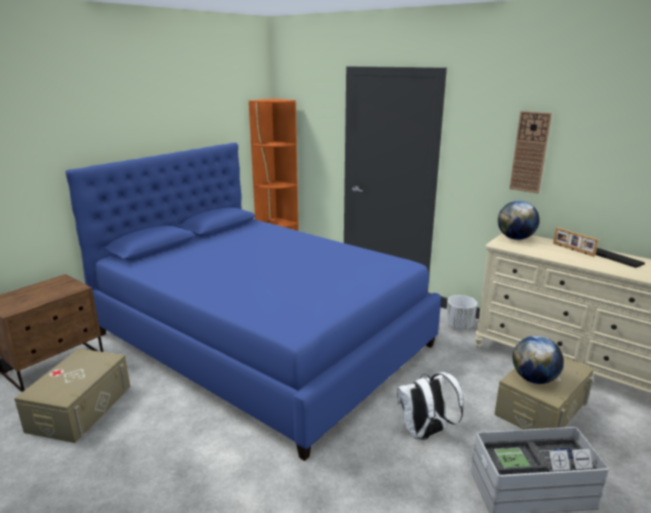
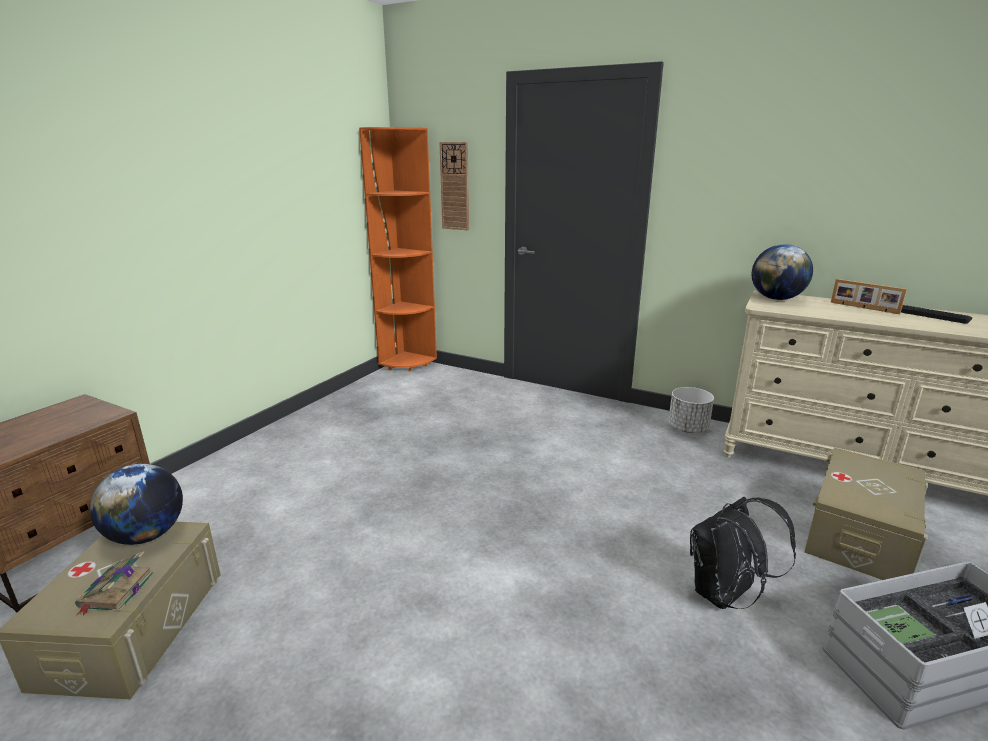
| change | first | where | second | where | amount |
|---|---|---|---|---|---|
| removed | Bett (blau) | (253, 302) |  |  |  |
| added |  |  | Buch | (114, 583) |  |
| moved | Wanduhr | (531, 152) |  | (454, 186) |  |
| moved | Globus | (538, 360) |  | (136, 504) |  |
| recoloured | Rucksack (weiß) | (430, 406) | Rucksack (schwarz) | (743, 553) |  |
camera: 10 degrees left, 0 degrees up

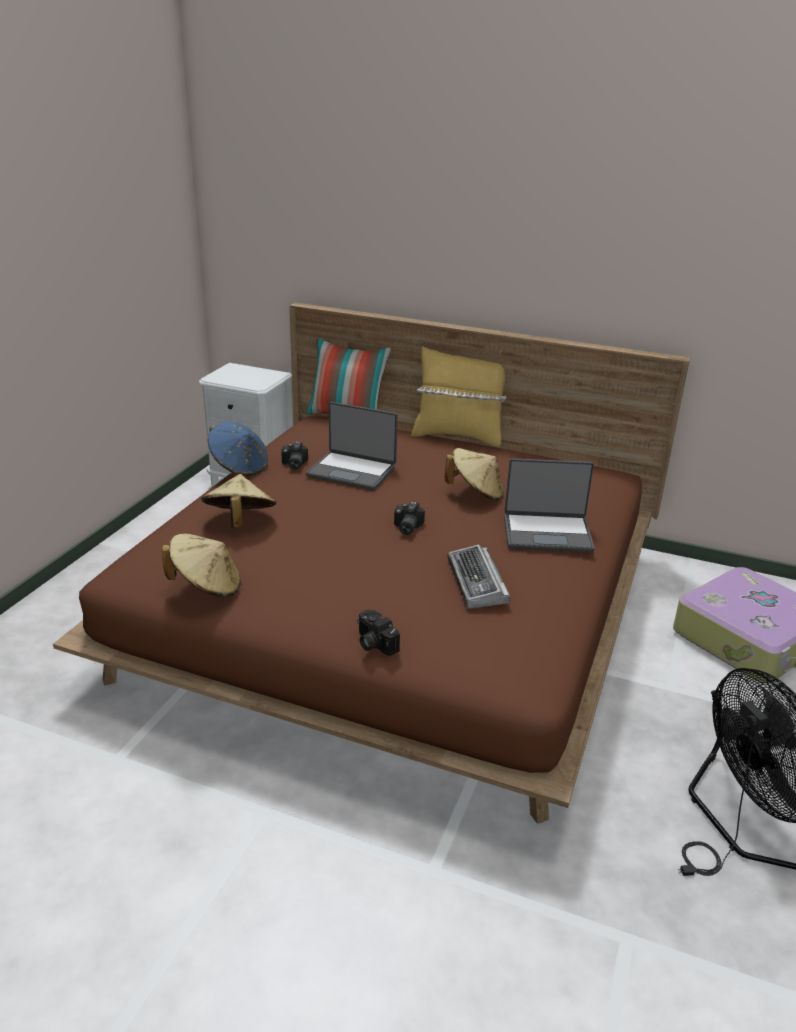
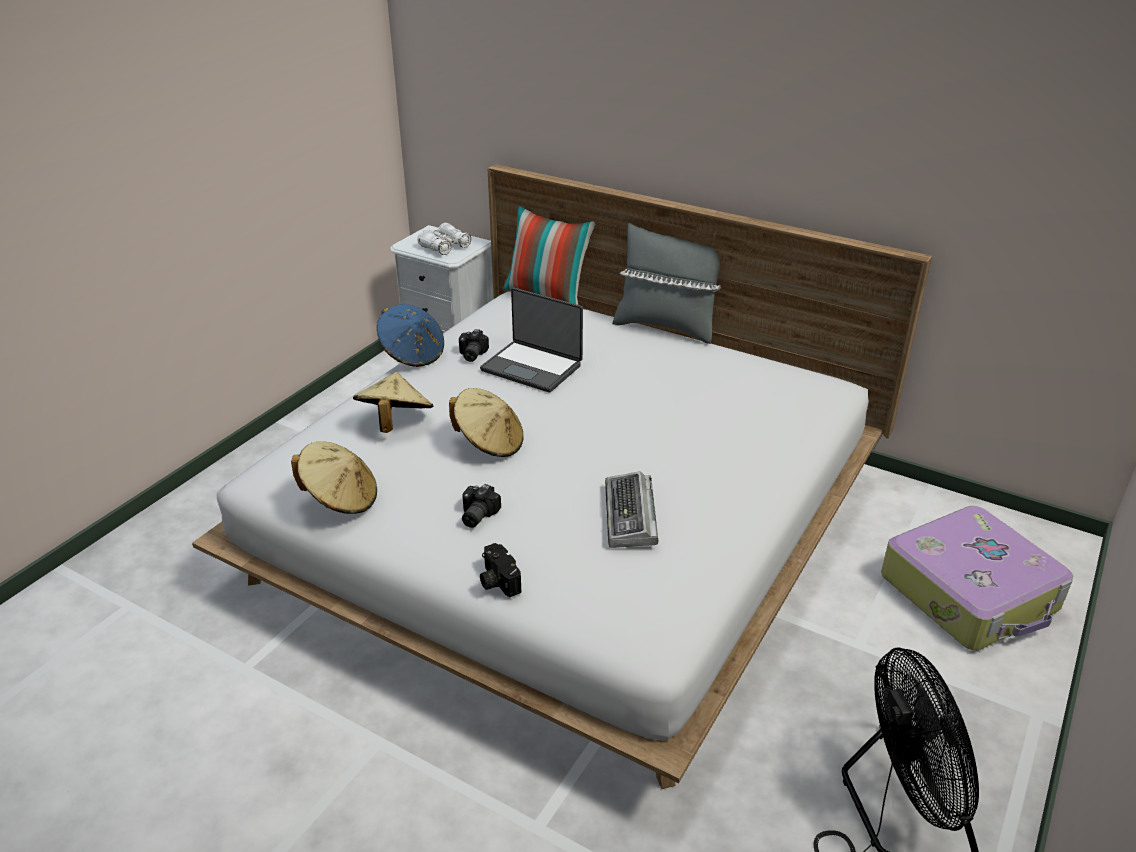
| change | first | where | second | where | amount |
|---|---|---|---|---|---|
| removed | Laptop | (549, 505) |  |  |  |
| added |  |  | Fernglas (weiß) | (444, 239) |  |
| moved | Kamera | (409, 518) |  | (481, 506) |  |
| moved | Hut (beige) | (474, 474) |  | (486, 422) |  |
| recoloured | Bett (braun) | (371, 563) | Bett (weiß) | (562, 476) |  |
| recoloured | Kissen (gelb) | (459, 397) | Kissen (grau) | (666, 283) |  |
camera: 10 degrees right, 5 degrees up

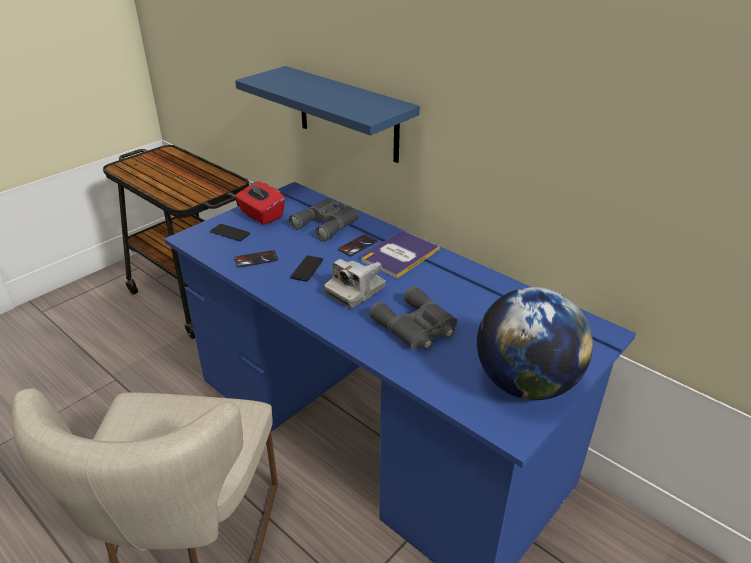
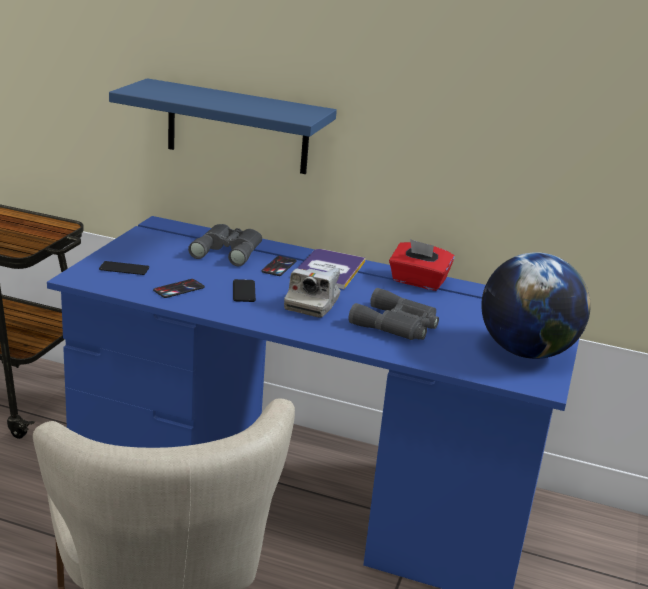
| change | first | where | second | where | amount |
|---|---|---|---|---|---|
| moved | Taschentuchbox (rot) | (260, 203) |  | (422, 265) |  |
camera: 25 degrees left, 10 degrees down

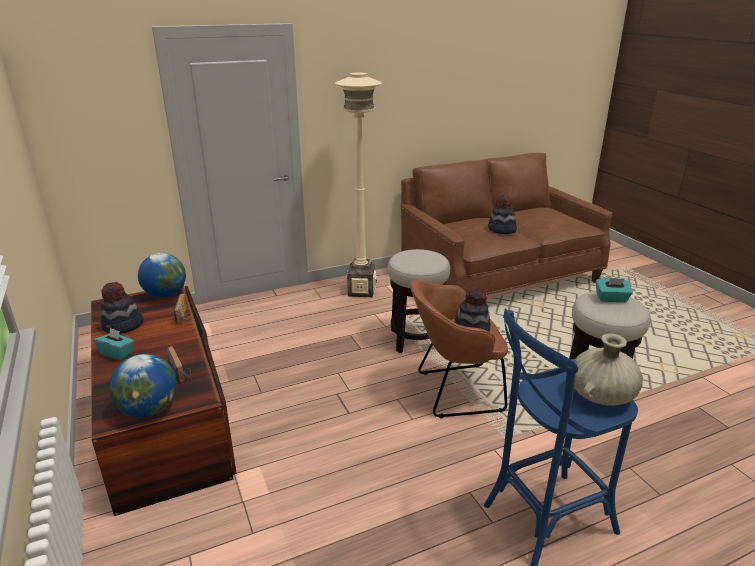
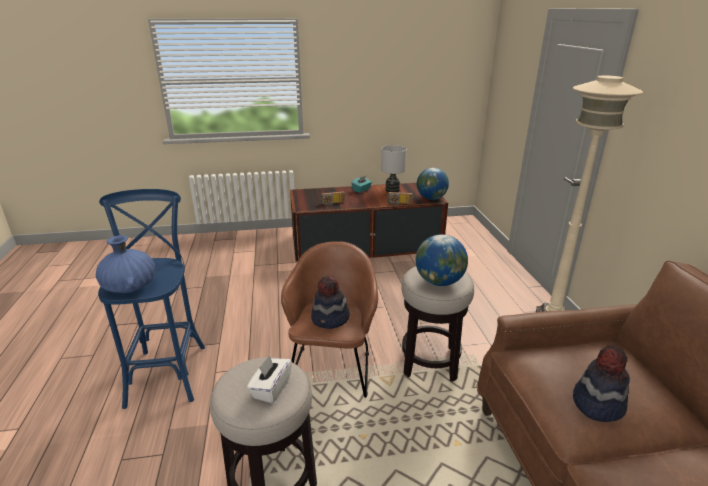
| change | first | where | second | where | amount |
|---|---|---|---|---|---|
| moved | Globus | (143, 386) |  | (442, 260) |  |
| replaced | Hut | (122, 308) | Tischlampe (grau) | (394, 168) |  |
| recoloured | Vase (beige) | (608, 369) | Vase (blau) | (125, 264) |  |
| recoloured | Taschentuchbox (türkis) | (614, 290) | Taschentuchbox (weiß) | (269, 379) |  |
camera: 105 degrees right, 0 degrees up

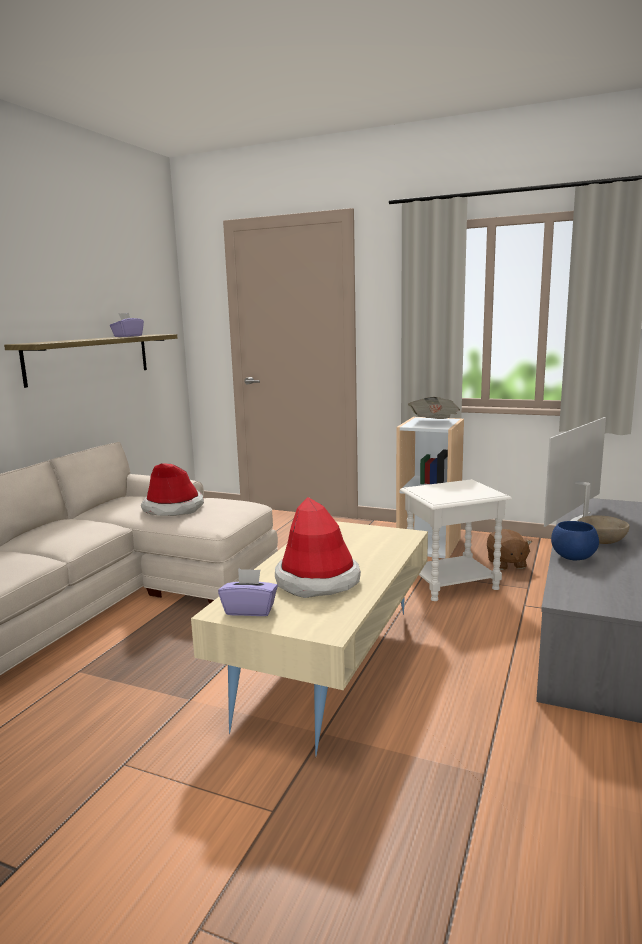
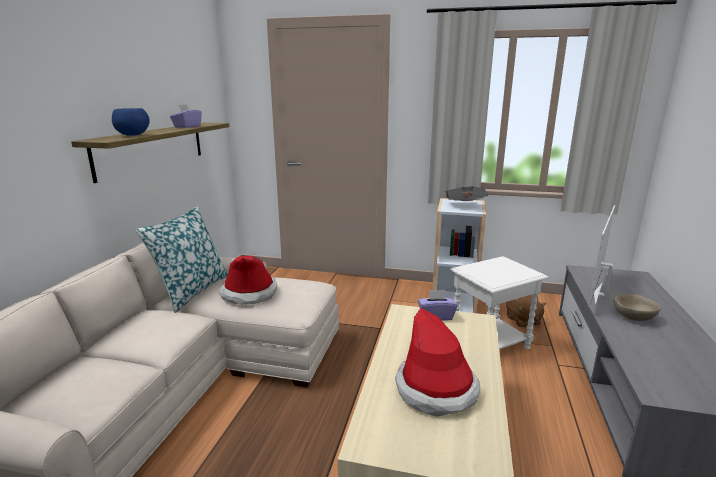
| change | first | where | second | where | amount |
|---|---|---|---|---|---|
| added |  |  | Kissen | (181, 259) |  |
| moved | Taschentuchbox (lila) | (248, 592) |  | (438, 305) |  |
| moved | Schüssel (blau) | (575, 540) |  | (130, 122) |  |
camera: 10 degrees left, 5 degrees up

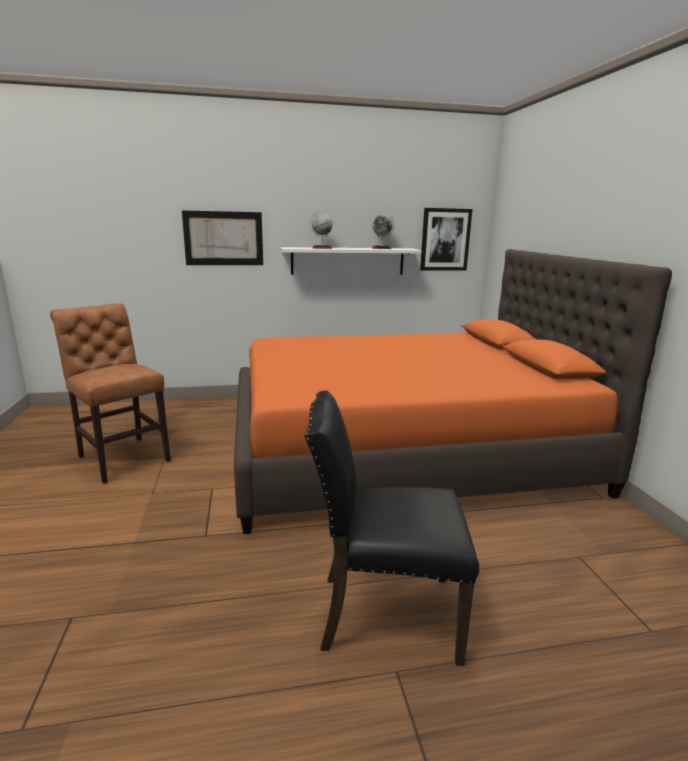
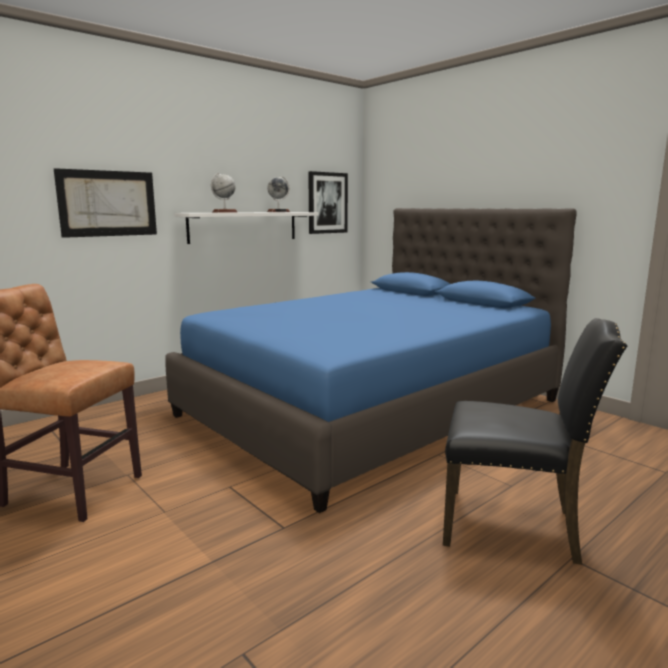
| change | first | where | second | where | amount |
|---|---|---|---|---|---|
| recoloured | Bett (orange) | (453, 391) | Bett (blau) | (371, 360) |  |
| turned | Stuhl (schwarz) | (391, 528) |  | (535, 441) | 135 degrees counterclockwise |
camera: 30 degrees left, 5 degrees down

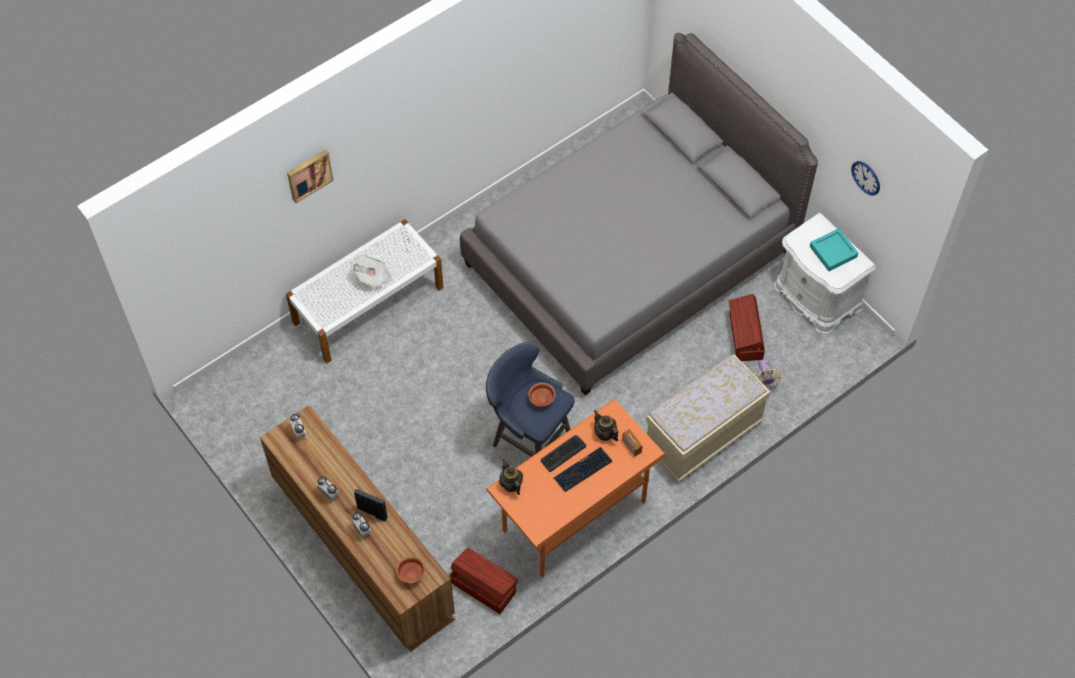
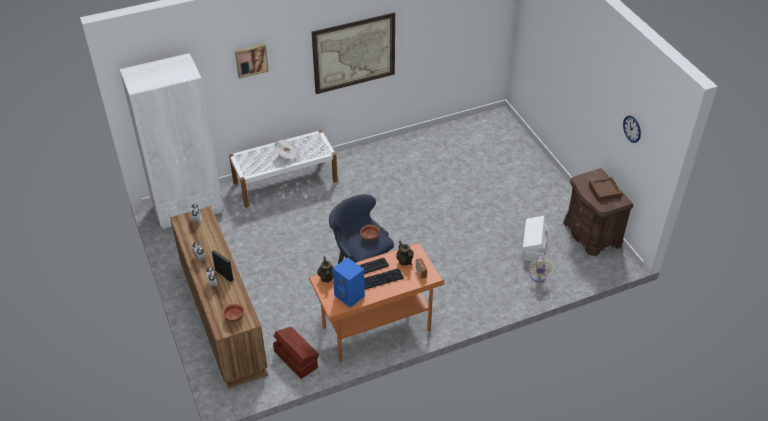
| change | first | where | second | where | amount |
|---|---|---|---|---|---|
| removed | Bett (grau) | (639, 214) |  |  |  |
| removed | Bank (beige) | (708, 418) |  |  |  |
| added |  |  | Kleiderschrank (weiß) | (172, 141) |  |
| added |  |  | Bild | (353, 53) |  |
| added |  |  | Lautsprecher (blau) | (349, 282) |  |
| recoloured | Aufbewahrungsbox (braun) | (747, 327) | Aufbewahrungsbox (weiß) | (535, 239) |  |
| recoloured | Nachttisch (weiß) | (825, 273) | Nachttisch (braun) | (598, 212) |  |
| recoloured | Tablett (türkis) | (834, 249) | Tablett (braun) | (605, 189) |  |
camera: 15 degrees right, 15 degrees down

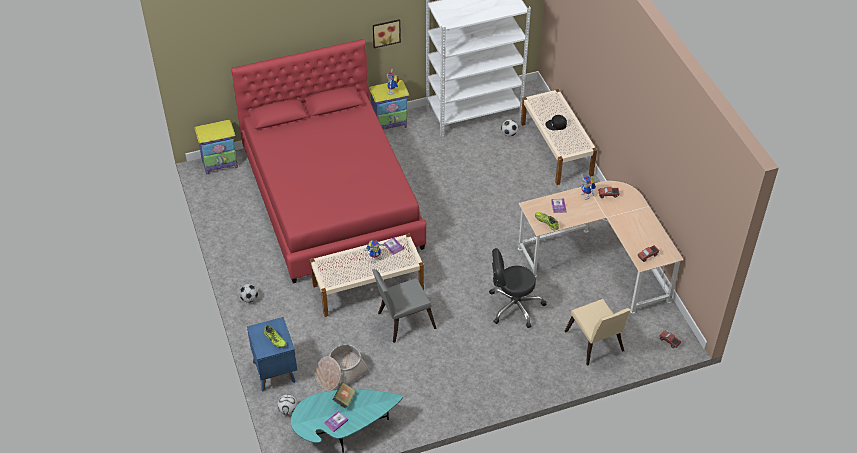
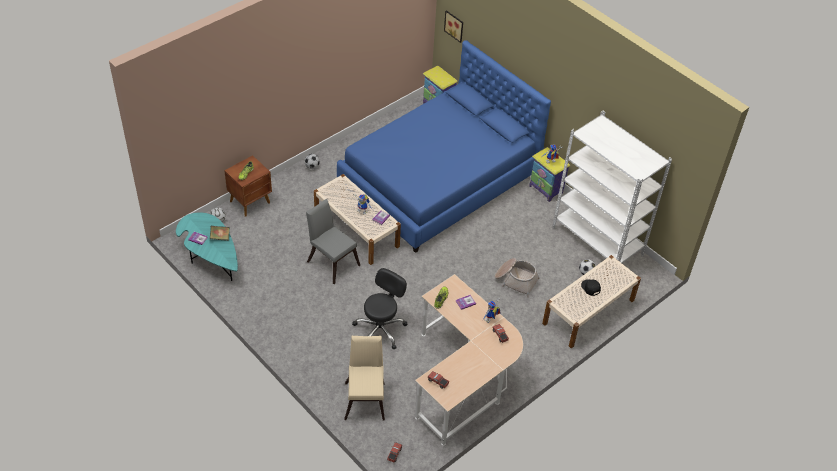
| change | first | where | second | where | amount |
|---|---|---|---|---|---|
| moved | Korb | (342, 367) |  | (517, 278) |  |
| moved | Bild | (387, 33) |  | (453, 26) |  |
| recoloured | Bett (rot) | (328, 161) | Bett (blau) | (444, 146) |  |
| recoloured | Nachttisch (blau) | (272, 354) | Nachttisch (braun) | (248, 186) |  |
| turned | Bürostuhl (schwarz) | (517, 288) |  | (380, 309) | 60 degrees clockwise |
| turned | Stuhl (beige) | (598, 332) |  | (364, 378) | 135 degrees clockwise |
camera: 65 degrees right, 0 degrees up

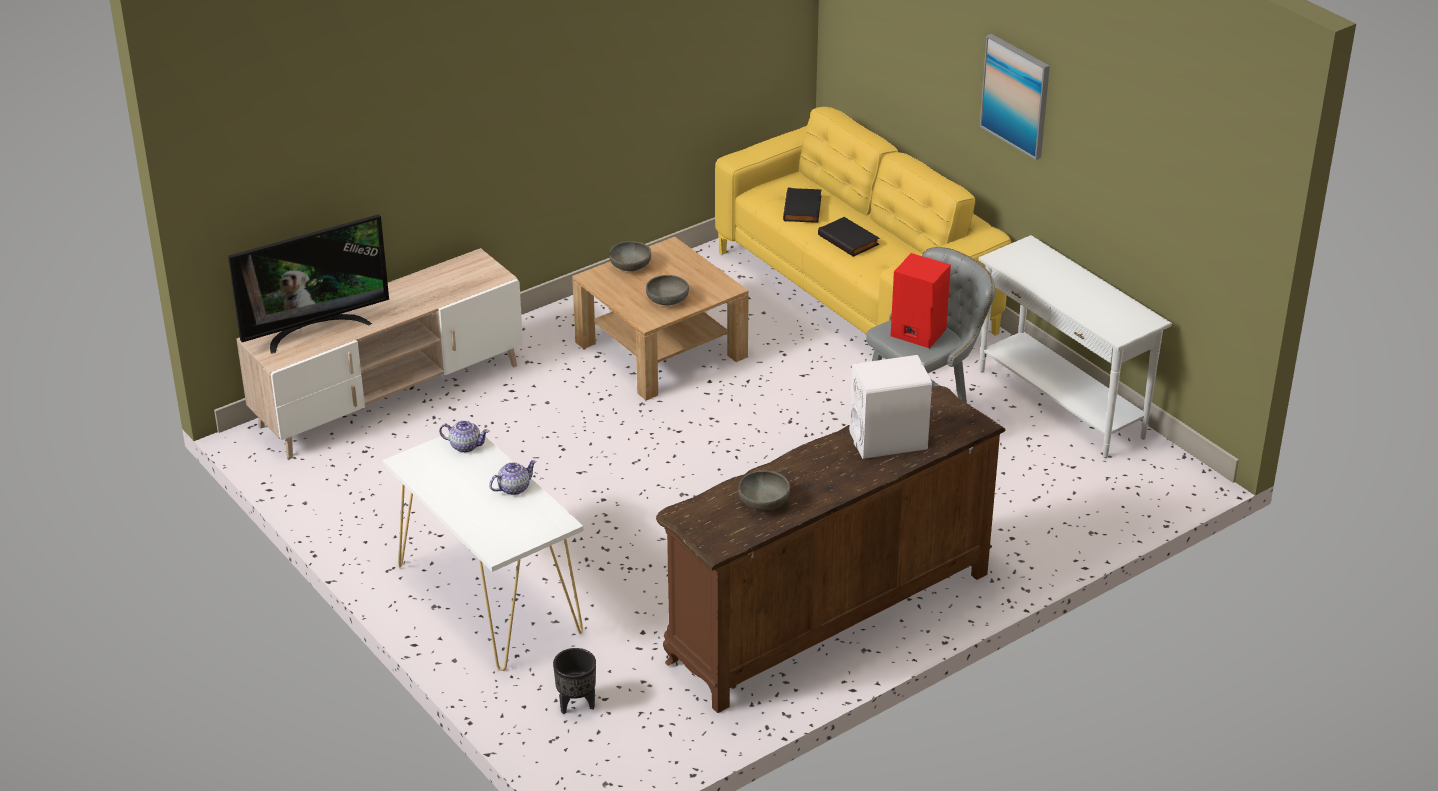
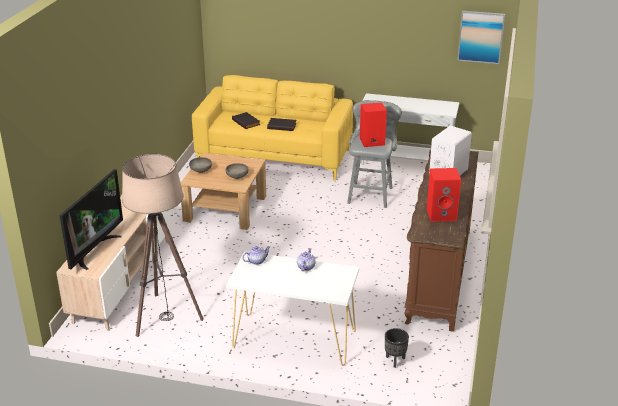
| change | first | where | second | where | amount |
|---|---|---|---|---|---|
| added |  |  | Stehlampe | (162, 245) |  |
| moved | Bild | (1015, 97) |  | (481, 37) |  |
| replaced | Schüssel (grau) | (764, 490) | Lautsprecher (rot) | (444, 195) |  |
camera: 40 degrees left, 5 degrees down

